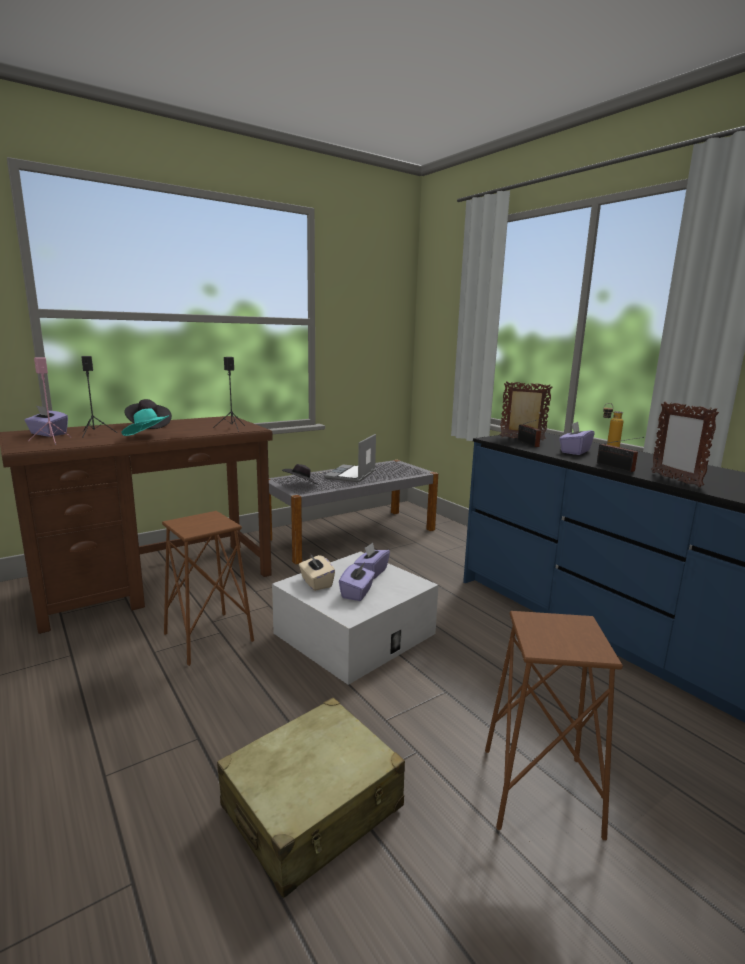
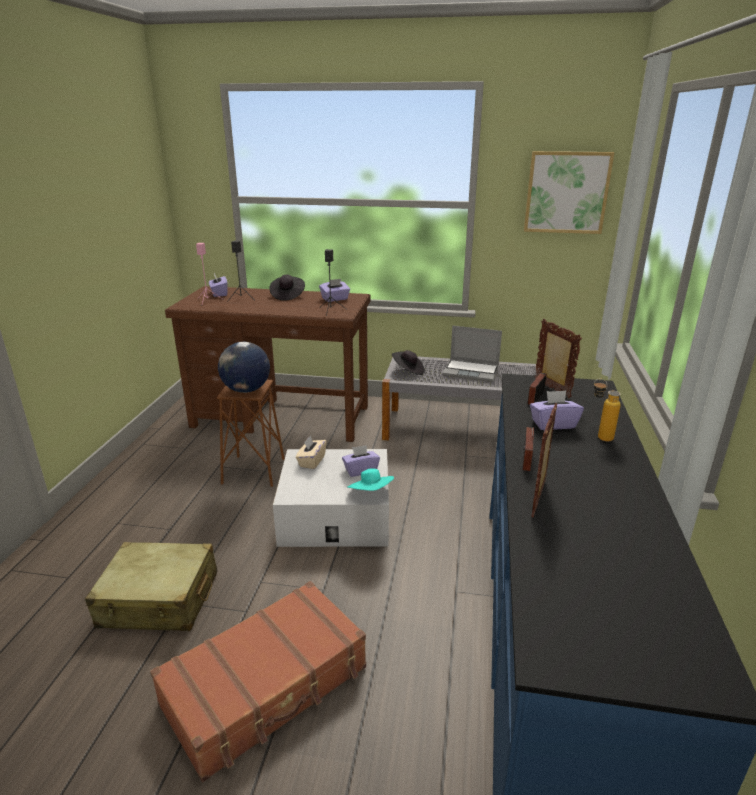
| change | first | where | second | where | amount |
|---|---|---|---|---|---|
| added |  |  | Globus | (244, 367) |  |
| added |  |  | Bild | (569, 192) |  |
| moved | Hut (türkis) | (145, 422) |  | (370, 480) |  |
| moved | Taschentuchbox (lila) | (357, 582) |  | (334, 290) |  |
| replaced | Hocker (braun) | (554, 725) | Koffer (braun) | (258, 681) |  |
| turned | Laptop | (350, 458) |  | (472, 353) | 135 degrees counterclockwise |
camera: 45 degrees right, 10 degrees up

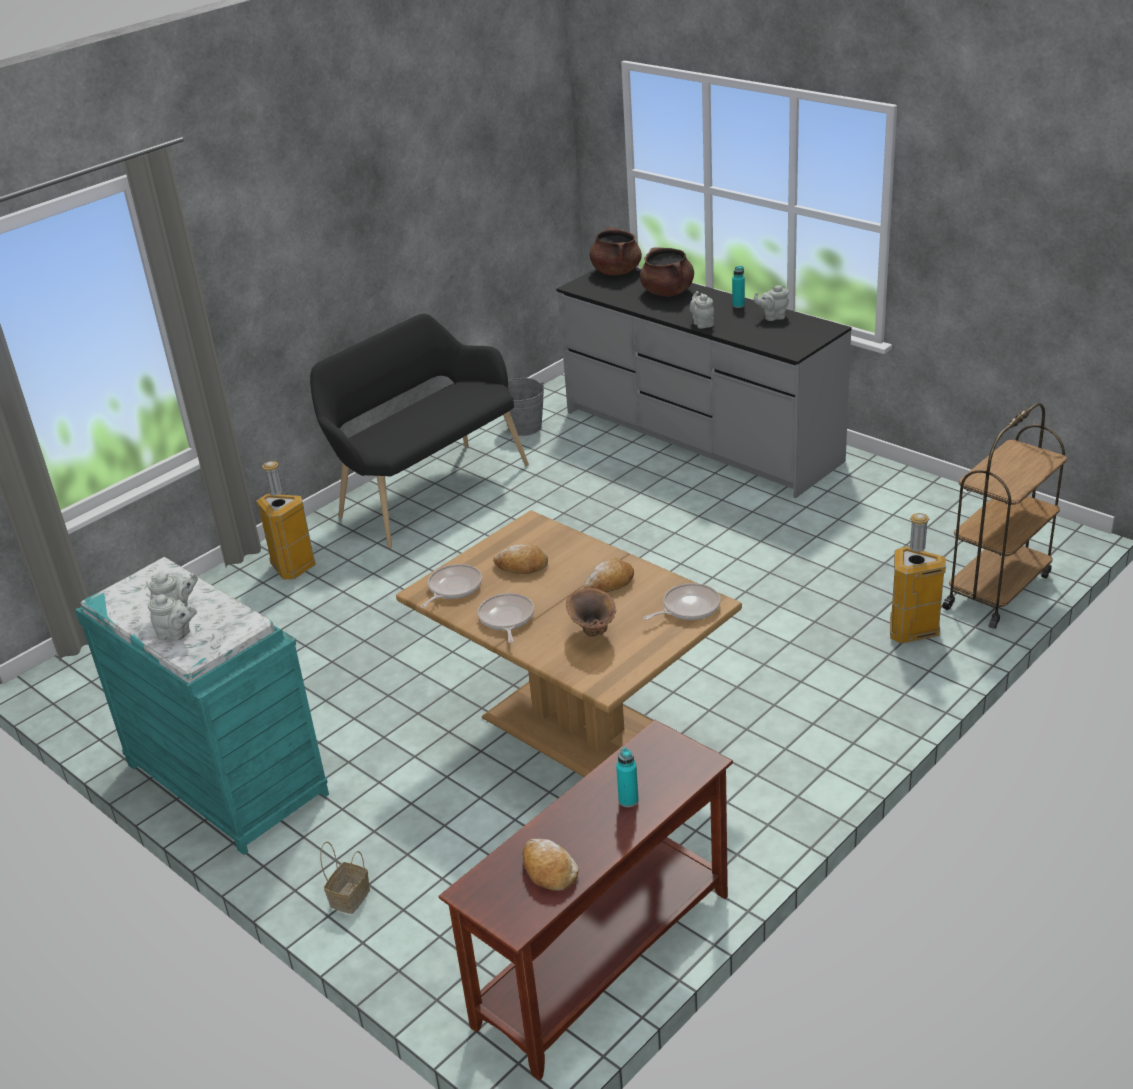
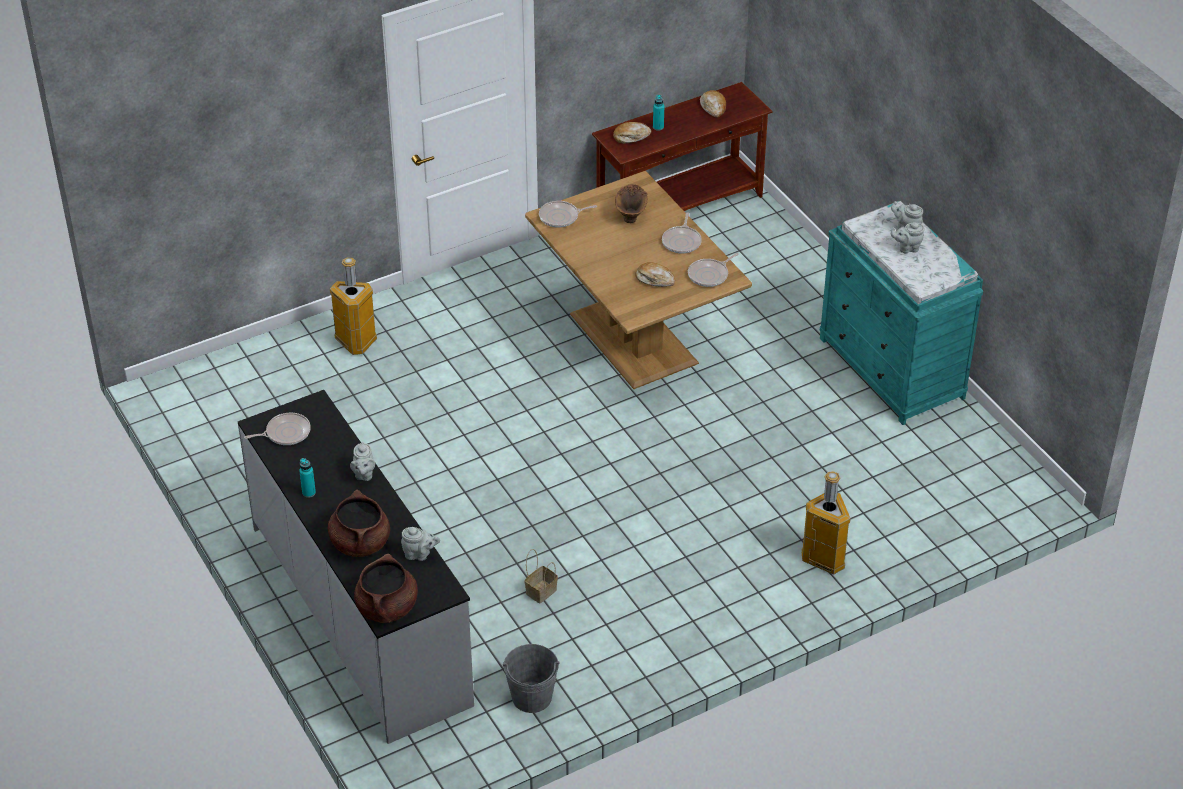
| change | first | where | second | where | amount |
|---|---|---|---|---|---|
| removed | Bank (schwarz) | (419, 431) |  |  |  |
| removed | Rollwagen (braun) | (1004, 516) |  |  |  |
| added |  |  | Pfanne | (277, 429) |  |
| moved | Korb | (345, 878) |  | (541, 576) |  |
| moved | Brot | (608, 575) |  | (632, 133) |  |
| moved | Teekanne (grau) | (771, 303) |  | (420, 544) |  |
camera: 165 degrees left, 10 degrees up

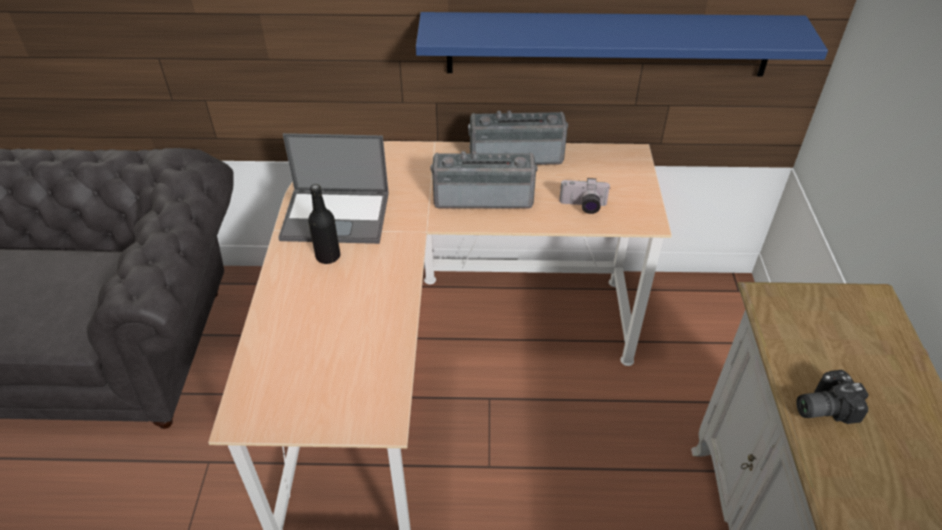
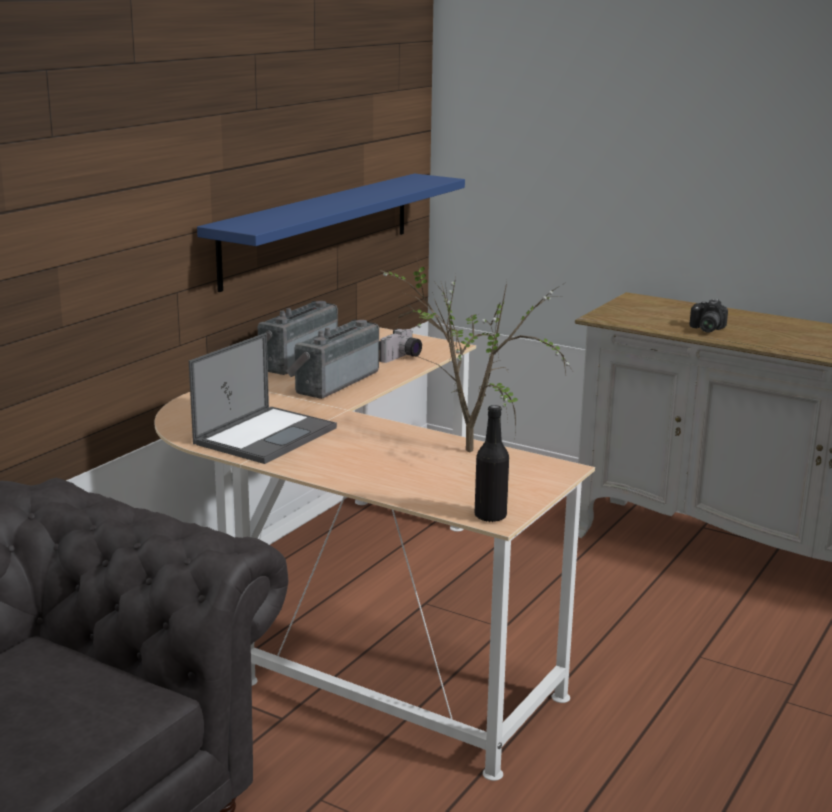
| change | first | where | second | where | amount |
|---|---|---|---|---|---|
| added |  |  | Topfpflanze | (475, 357) |  |
| moved | Flasche (schwarz) | (324, 224) |  | (491, 463) |  |
camera: 60 degrees left, 25 degrees down

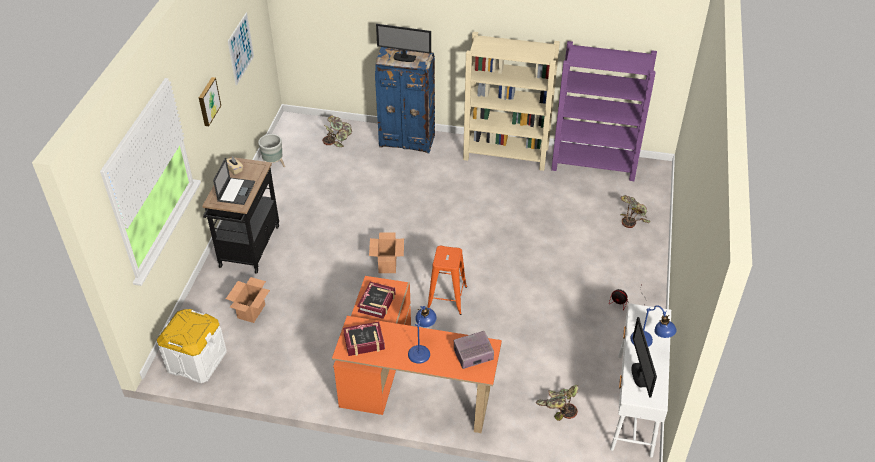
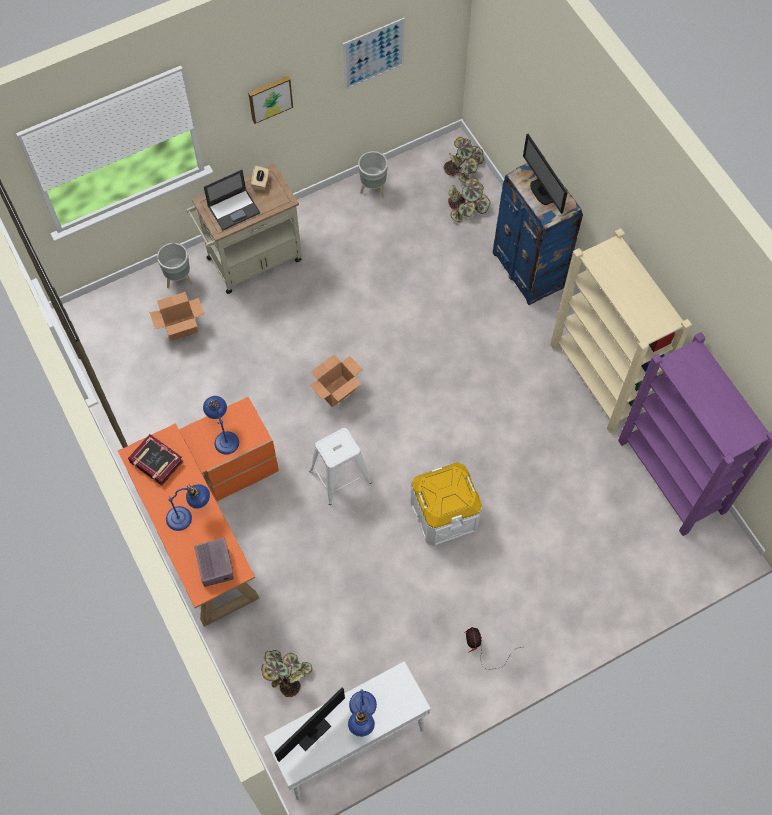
| change | first | where | second | where | amount |
|---|---|---|---|---|---|
| added |  |  | Pflanzkübel (grau) | (175, 265) |  |
| moved | Aufbewahrungsbox (weiß) | (192, 346) |  | (446, 504) |  |
| moved | Topfpflanze | (635, 211) |  | (463, 160) |  |
| replaced | Buch | (376, 300) | Tischlampe (blau) | (221, 425) |  |
| recoloured | Rollwagen (schwarz) | (240, 215) | Rollwagen (beige) | (244, 229) |  |
| recoloured | Hocker (orange) | (447, 280) | Hocker (weiß) | (340, 466) |  |
| turned | Radio | (474, 350) |  | (214, 562) | 45 degrees clockwise |
camera: 50 degrees right, 20 degrees up

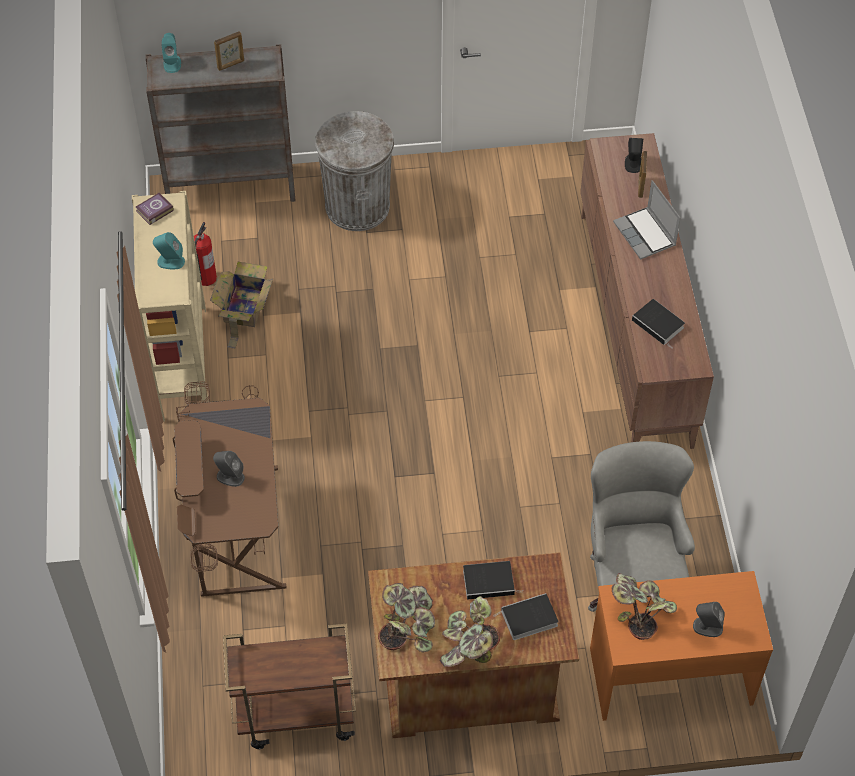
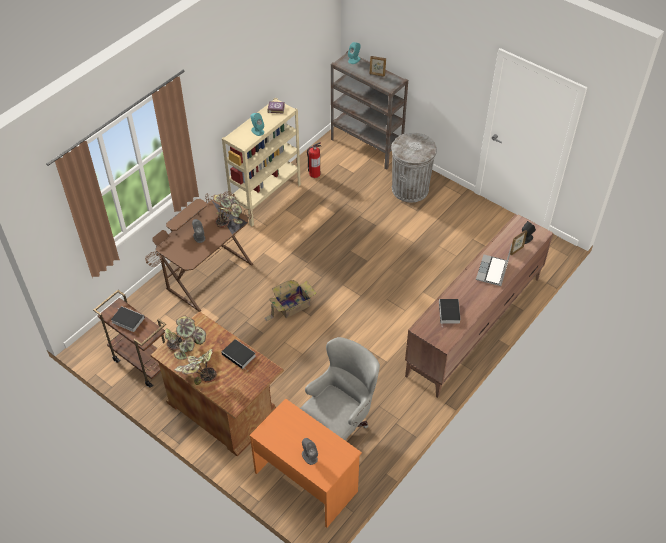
| change | first | where | second | where | amount |
|---|---|---|---|---|---|
| moved | Karton | (242, 305) |  | (290, 300) |  |
| moved | Buch | (526, 616) |  | (128, 319) |  |
| moved | Topfpflanze | (644, 606) |  | (228, 211) |  |
camera: 45 degrees right, 5 degrees down

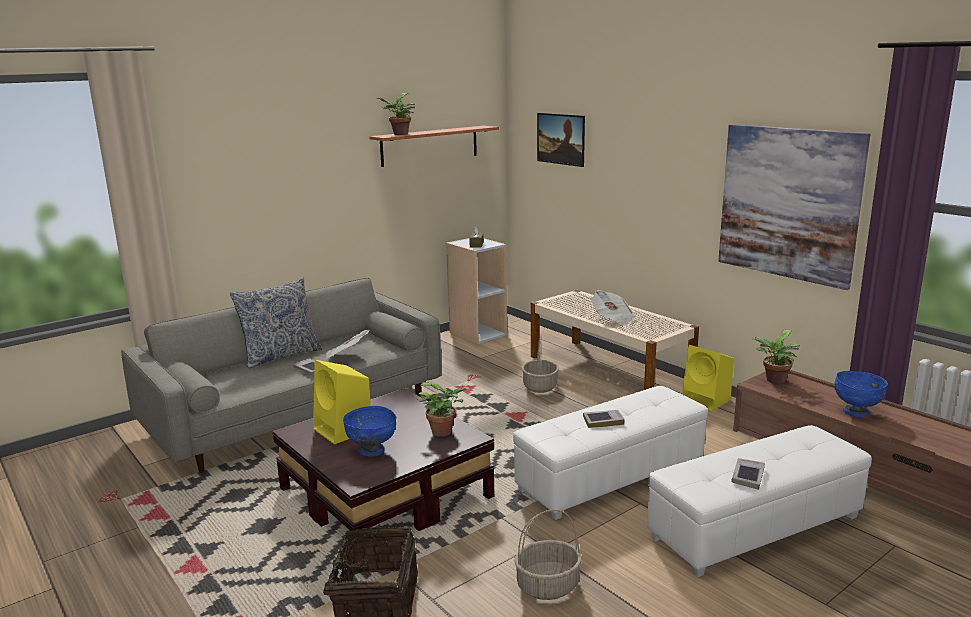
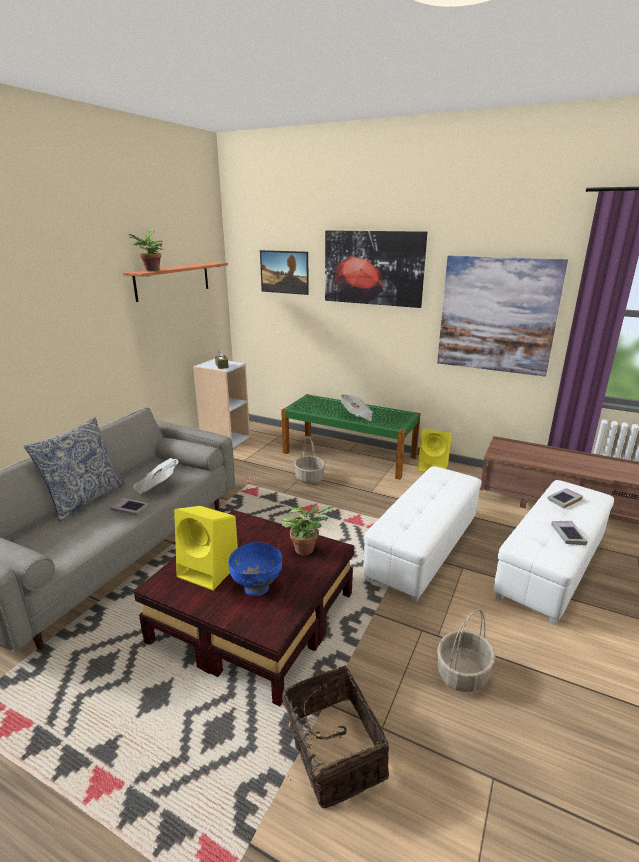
| change | first | where | second | where | amount |
|---|---|---|---|---|---|
| removed | Topfpflanze | (776, 357) |  |  |  |
| removed | Schüssel (blau) | (861, 394) |  |  |  |
| added |  |  | Bild | (376, 269) |  |
| moved | Buch | (604, 419) |  | (565, 498) |  |
| recoloured | Bank (beige) | (615, 340) | Bank (grün) | (351, 437) |  |
camera: 25 degrees left, 5 degrees up

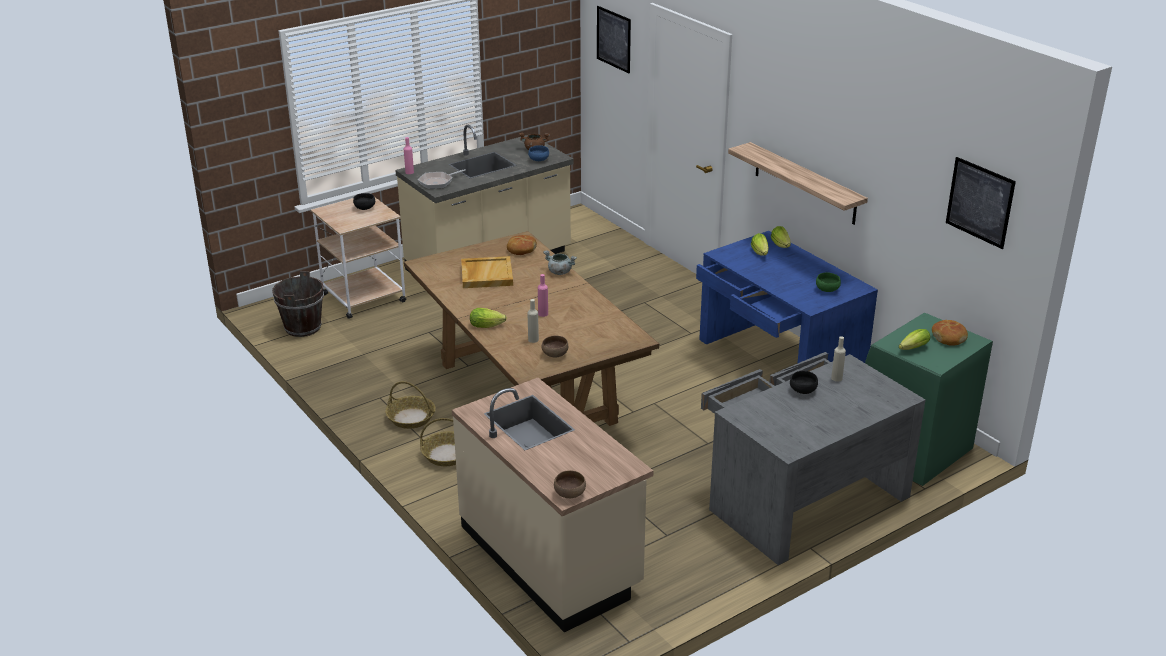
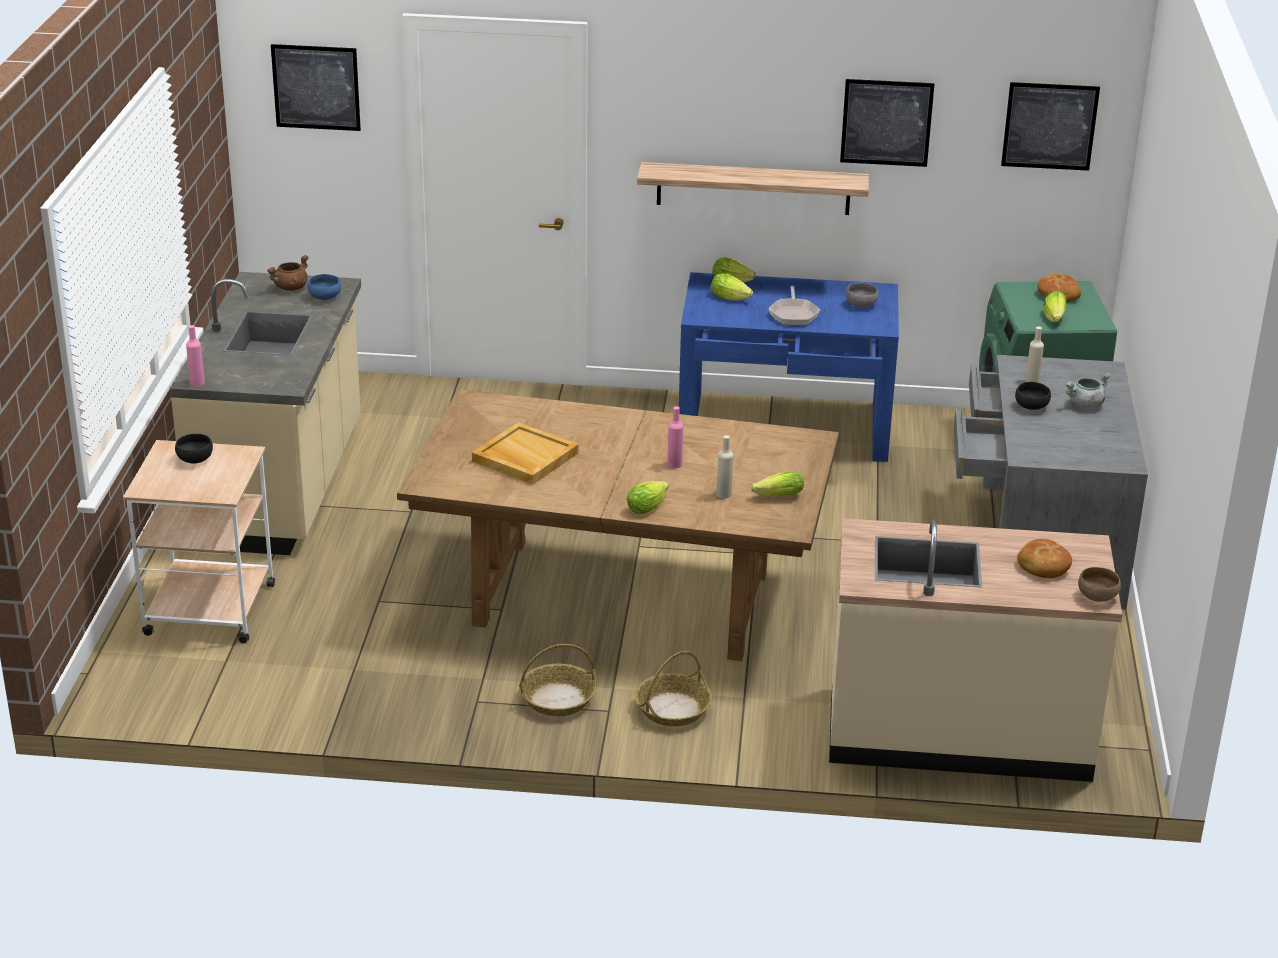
| change | first | where | second | where | amount |
|---|---|---|---|---|---|
| removed | Eimer (braun) | (298, 304) |  |  |  |
| added |  |  | Bild | (887, 123) |  |
| moved | Pfanne | (442, 179) |  | (794, 305) |  |
| moved | Brot | (522, 245) |  | (1044, 558) |  |
| moved | Kochtopf (grau) | (560, 262) |  | (1087, 391) |  |
| replaced | Schüssel (braun) | (554, 347) | Salatkopf | (777, 483) |  |
| recoloured | Schüssel (grün) | (828, 282) | Schüssel (grau) | (862, 295) |  |
camera: 50 degrees left, 0 degrees up

